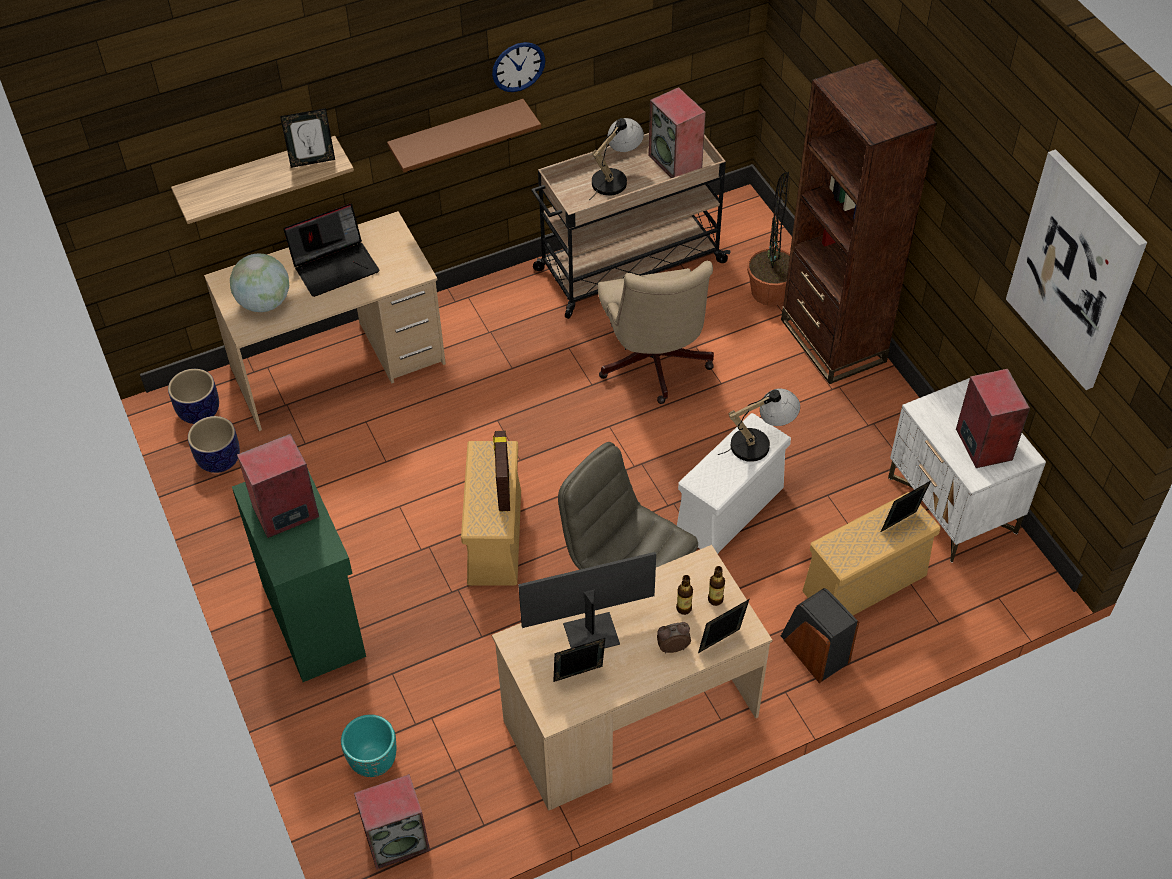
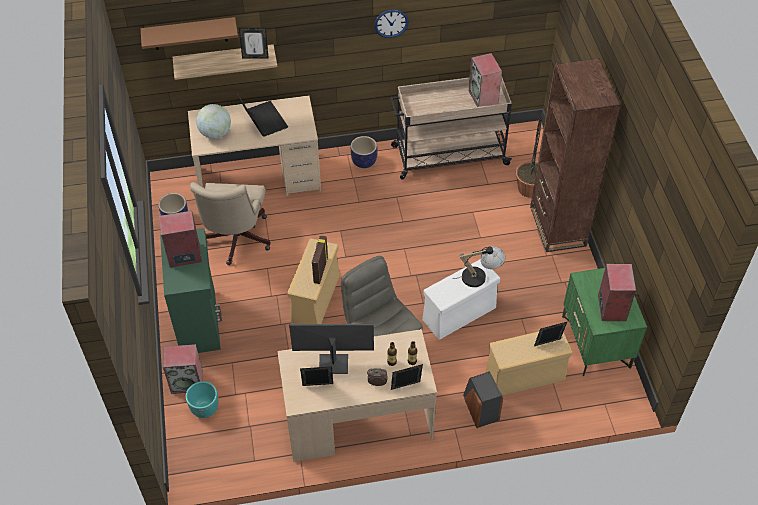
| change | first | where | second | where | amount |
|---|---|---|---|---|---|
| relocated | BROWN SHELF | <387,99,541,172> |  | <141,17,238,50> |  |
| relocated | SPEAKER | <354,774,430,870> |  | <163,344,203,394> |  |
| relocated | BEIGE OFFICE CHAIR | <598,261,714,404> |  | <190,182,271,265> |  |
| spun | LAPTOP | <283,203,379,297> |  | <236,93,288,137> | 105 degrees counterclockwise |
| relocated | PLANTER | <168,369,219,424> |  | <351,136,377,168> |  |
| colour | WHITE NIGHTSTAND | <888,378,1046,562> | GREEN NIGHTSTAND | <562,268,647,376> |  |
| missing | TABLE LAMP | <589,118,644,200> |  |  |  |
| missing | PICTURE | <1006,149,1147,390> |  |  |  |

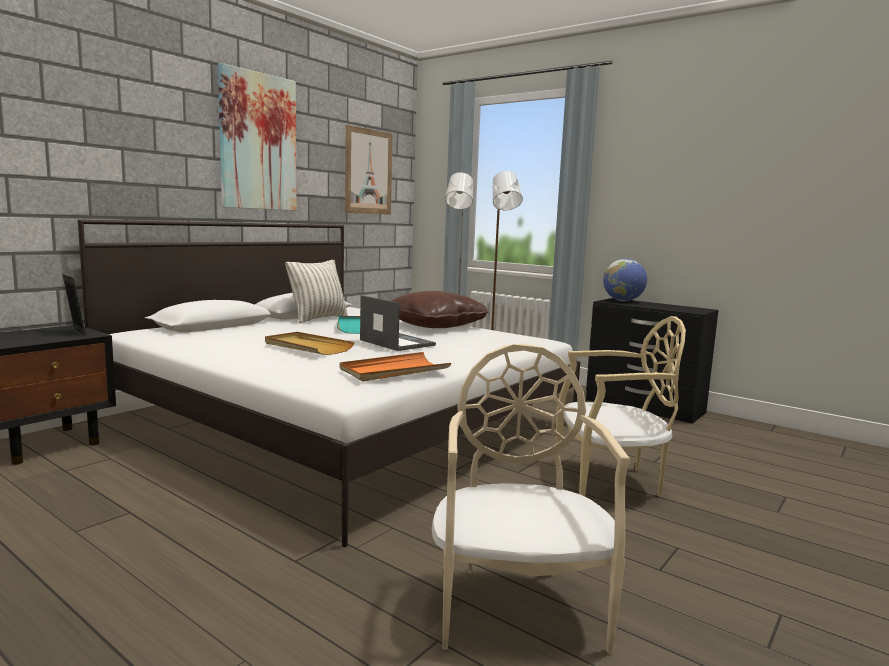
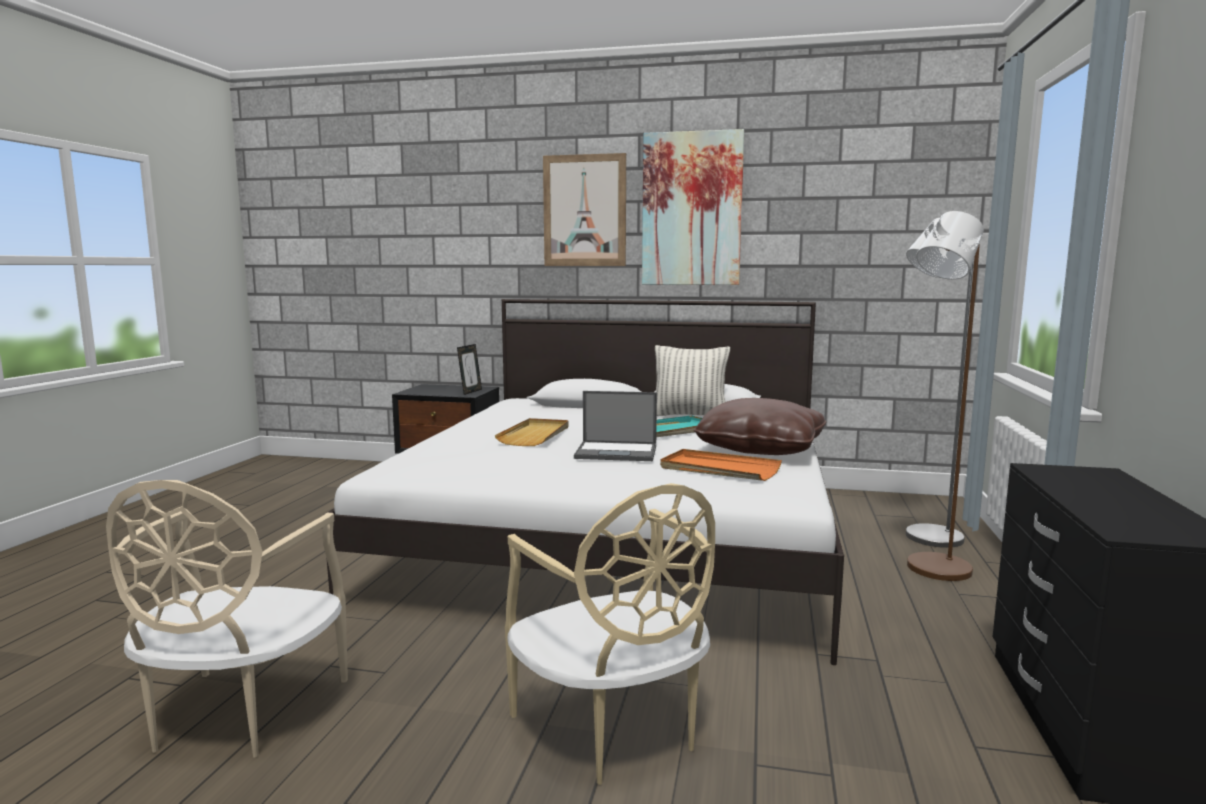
| change | first | where | second | where | amount |
|---|---|---|---|---|---|
| spun | BEIGE CHAIR | <432,343,630,654> |  | <106,480,348,758> | 120 degrees clockwise |
| relocated | PICTURE | <345,125,393,215> |  | <543,153,626,266> |  |
| spun | LAPTOP | <360,295,436,351> |  | <574,391,657,461> | 75 degrees clockwise |
| relocated | ORANGE TRAY | <340,352,451,382> |  | <660,449,782,481> |  |
| missing | GLOBE | <603,259,647,301> |  |  |  |

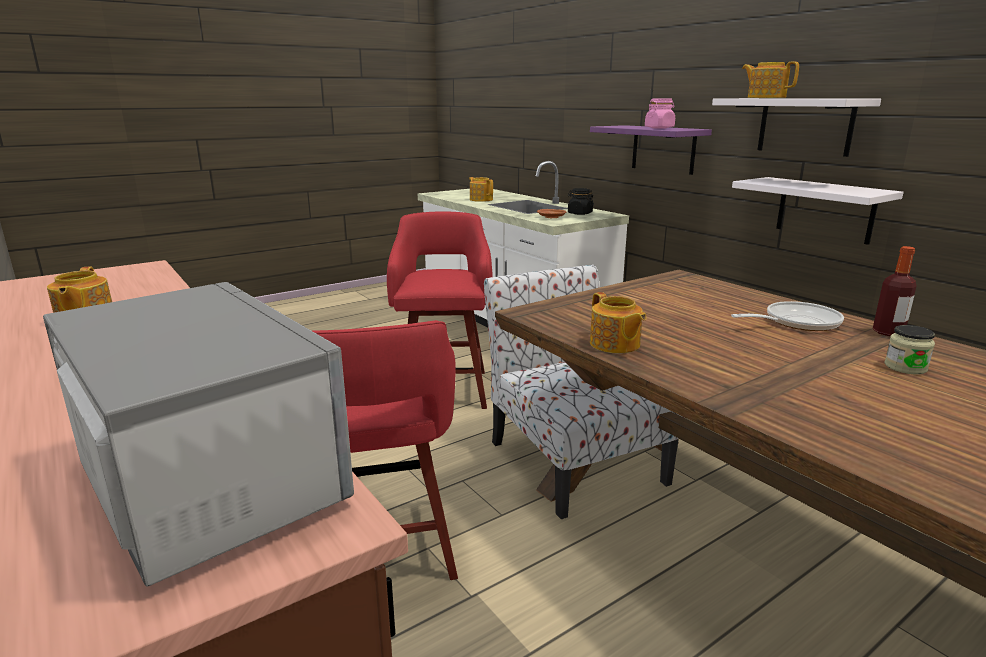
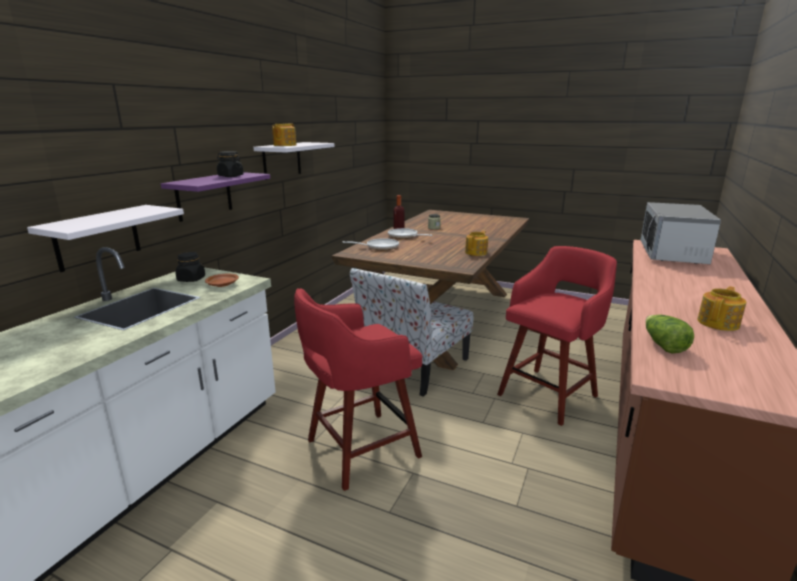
| change | first | where | second | where | amount |
|---|---|---|---|---|---|
| relocated | WHITE SHELF | <732,177,904,245> |  | <27,205,184,272> |  |
| colour | PINK JAR | <645,98,675,129> | BLACK JAR | <217,151,244,177> |  |
| appeared |  |  | FRYING PAN | <343,238,399,250> |  |
| appeared |  |  | LETTUCE | <646,315,694,353> |  |
| missing | TEAPOT | <469,177,493,202> |  |  |  |

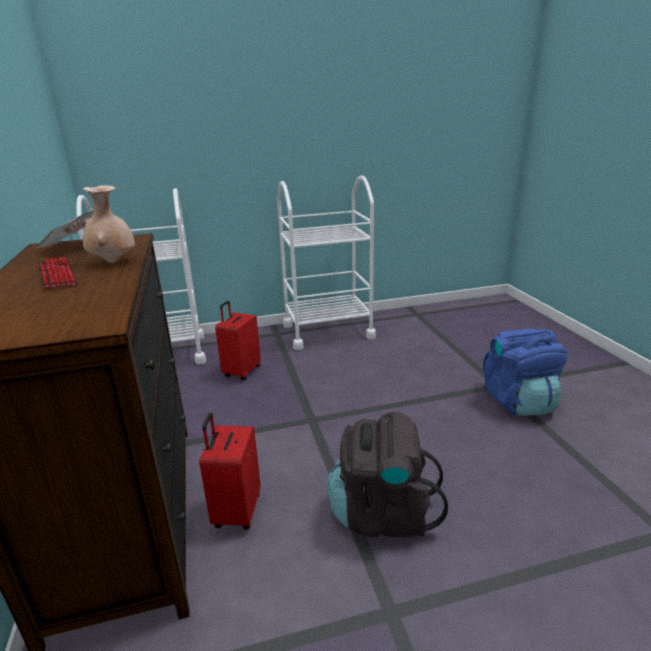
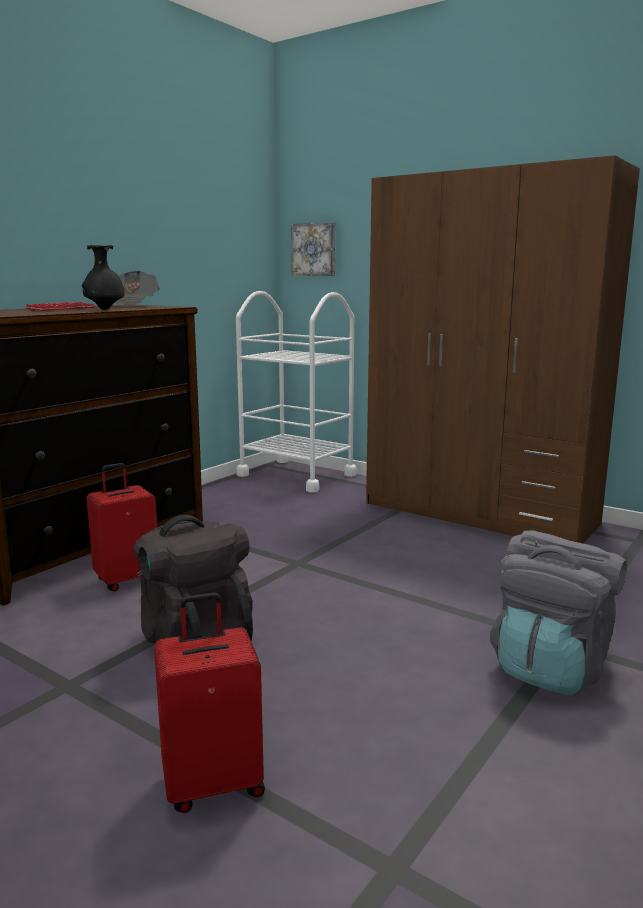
| change | first | where | second | where | amount |
|---|---|---|---|---|---|
| colour | BEIGE VASE | <83,185,135,263> | BLACK VASE | <82,245,125,310> |  |
| relocated | RED SUITCASE | <215,301,261,380> |  | <154,593,265,813> |  |
| appeared |  |  | PICTURE | <291,222,335,276> |  |
| exchanged | WHITE CART | <277,176,376,350> | BROWN WARDROBE | <366,155,640,543> |  |
| colour | BLUE BACKPACK | <483,329,567,415> | GREY BACKPACK | <490,530,627,696> |  |

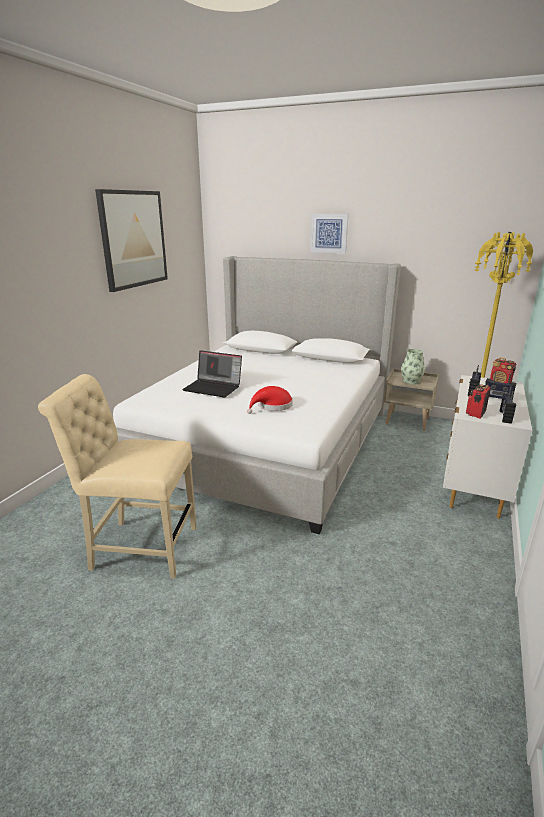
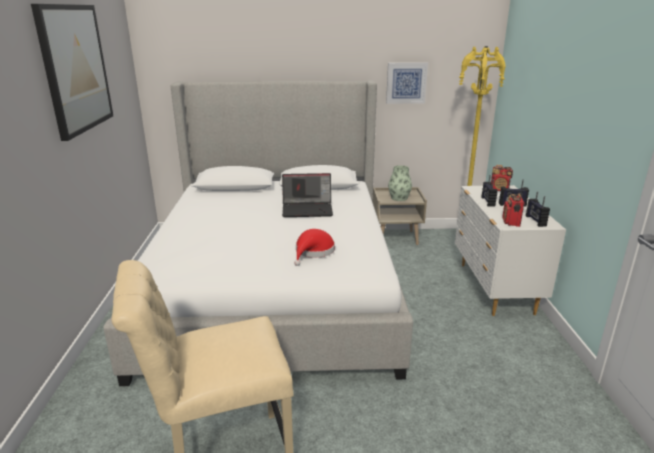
| change | first | where | second | where | amount |
|---|---|---|---|---|---|
| relocated | LAPTOP | <182,350,242,397> |  | <282,173,333,217> |  |
| relocated | PICTURE | <310,213,348,254> |  | <386,63,428,104> |  |

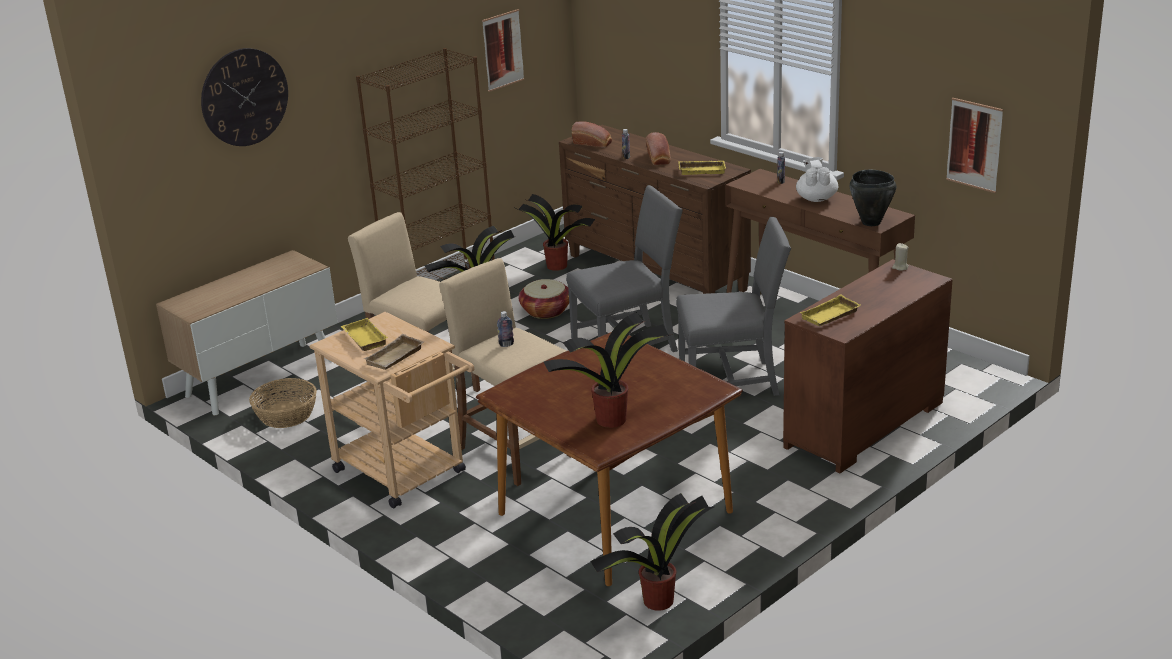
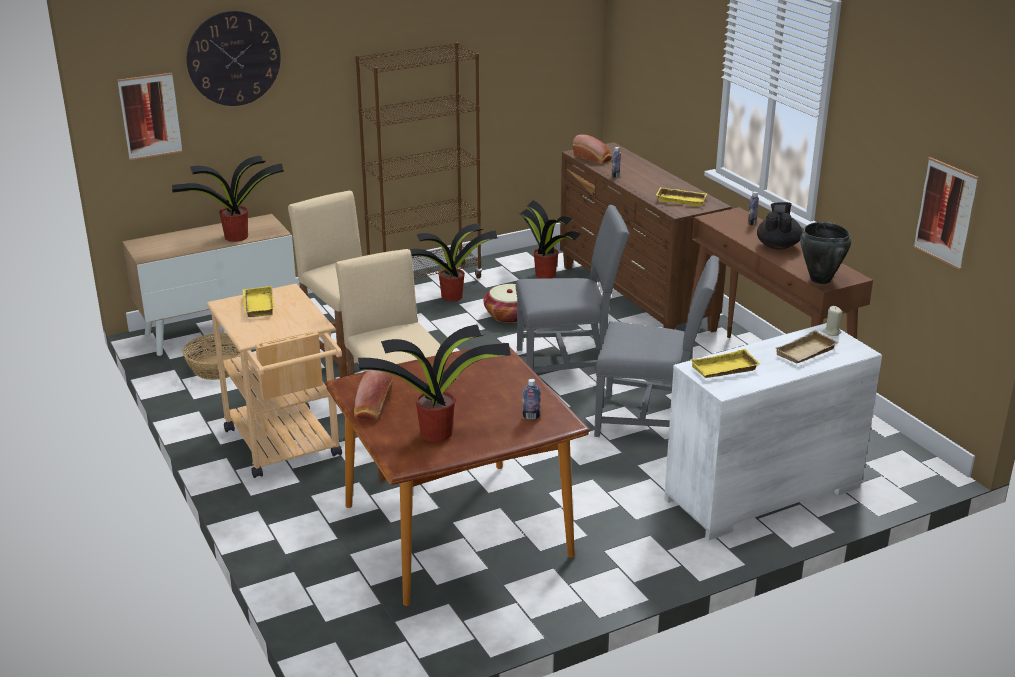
| change | first | where | second | where | amount |
|---|---|---|---|---|---|
| relocated | PICTURE | <482,9,524,92> |  | <117,73,183,160> |  |
| relocated | POTTED PLANT | <590,493,714,611> |  | <172,156,284,242> |  |
| relocated | BREAD | <646,132,671,165> |  | <354,370,393,420> |  |
| relocated | BOTTLE | <497,311,514,347> |  | <522,379,541,420> |  |
| colour | BROWN DRESSER | <783,259,953,473> | WHITE DRESSER | <664,323,882,540> |  |
| colour | WHITE TEAPOT | <796,157,838,202> | BLACK TEAPOT | <757,202,802,249> |  |
| relocated | BEIGE TRAY | <364,334,424,370> |  | <775,330,839,364> |  |

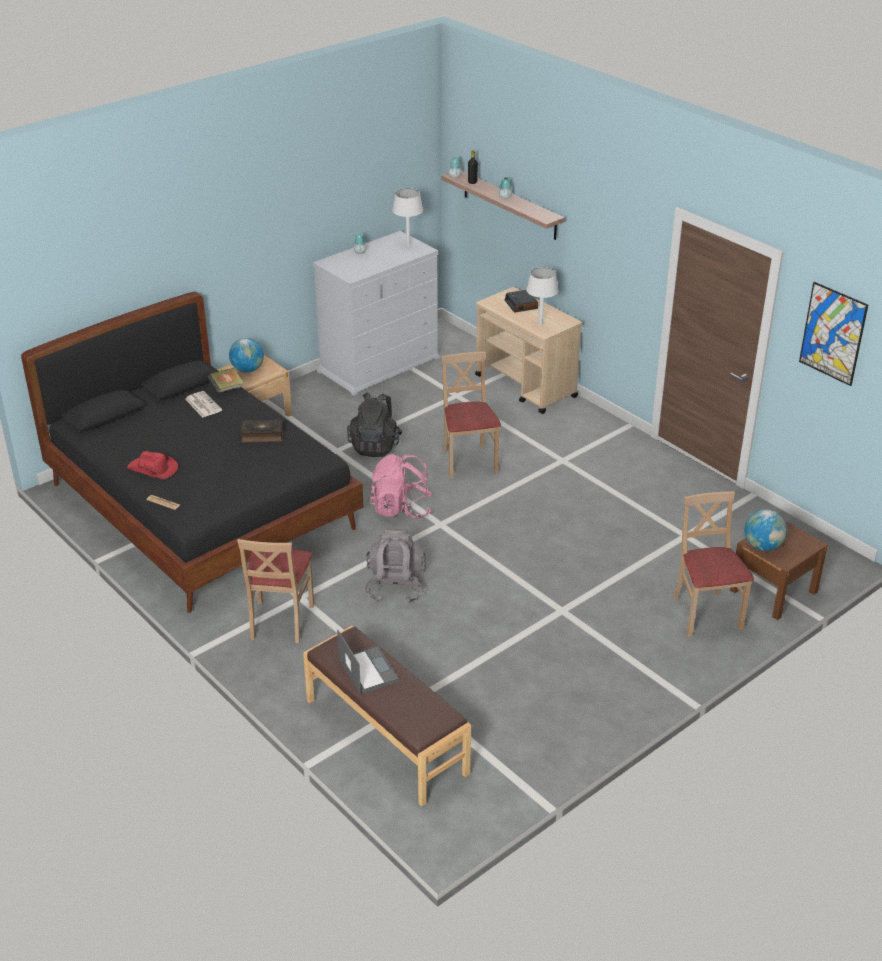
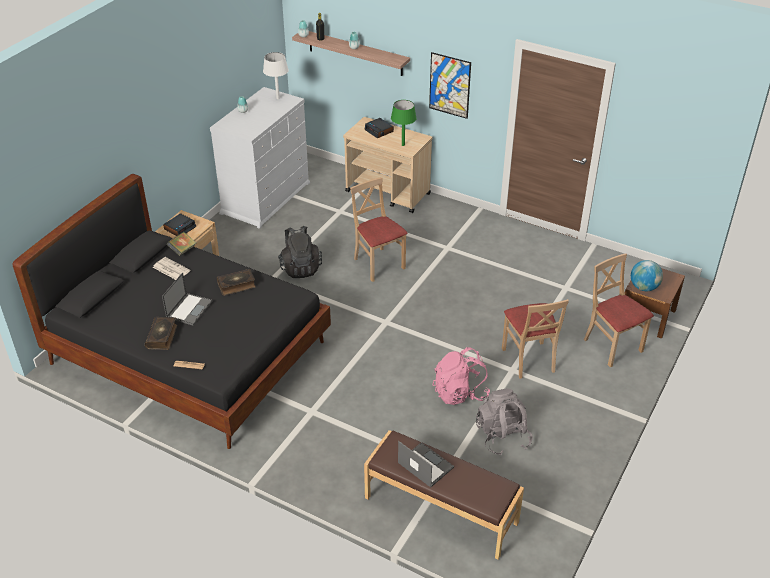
| change | first | where | second | where | amount |
|---|---|---|---|---|---|
| exchanged | RED HAT | <127,451,178,479> | BOOK | <145,317,177,350> |  |
| appeared |  |  | LAPTOP | <162,272,212,325> |  |
| exchanged | GLOBE | <229,338,264,373> | ALARM CLOCK | <163,213,196,236> |  |
| colour | WHITE TABLE LAMP | <526,267,559,326> | GREEN TABLE LAMP | <391,100,416,146> |  |
| relocated | PICTURE | <799,282,868,386> |  | <429,52,471,119> |  |
| relocated | PINK BACKPACK | <370,454,432,519> |  | <433,347,490,405> |  |
| relocated | GREY BACKPACK | <365,528,426,603> |  | <476,388,533,456> |  |
| relocated | BEIGE CHAIR | <237,539,314,643> |  | <502,299,569,379> |  |

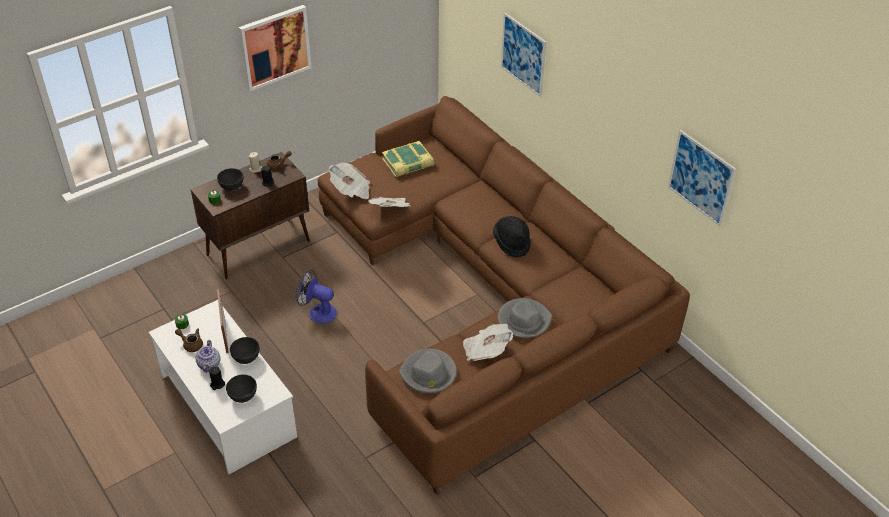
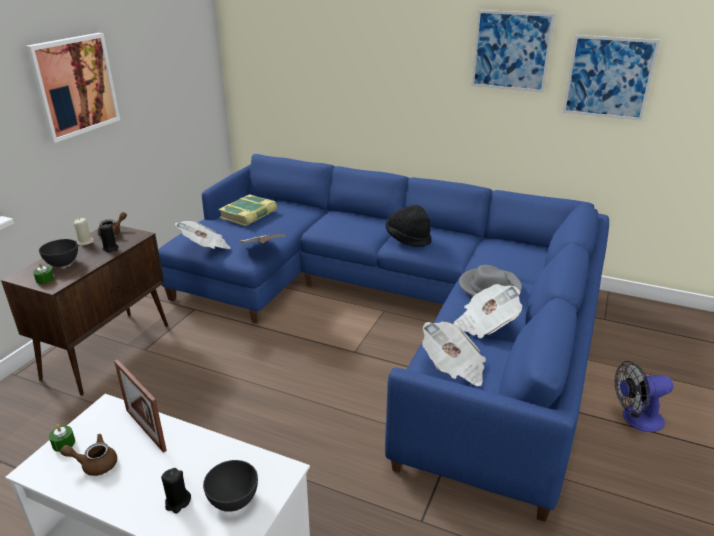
| change | first | where | second | where | amount |
|---|---|---|---|---|---|
| colour | BROWN SOFA | <318,96,690,495> | BLUE SOFA | <158,154,609,522> |  |
| exchanged | GREY HAT | <399,349,457,393> | NEWSPAPER | <422,322,486,386> |  |
| relocated | PICTURE | <501,13,546,97> |  | <471,10,555,93> |  |
| relocated | FAN | <296,270,337,324> |  | <615,361,673,432> |  |
| missing | TEAPOT | <195,340,220,373> |  |  |  |
| missing | GREY BOWL | <230,337,259,364> |  |  |  |

